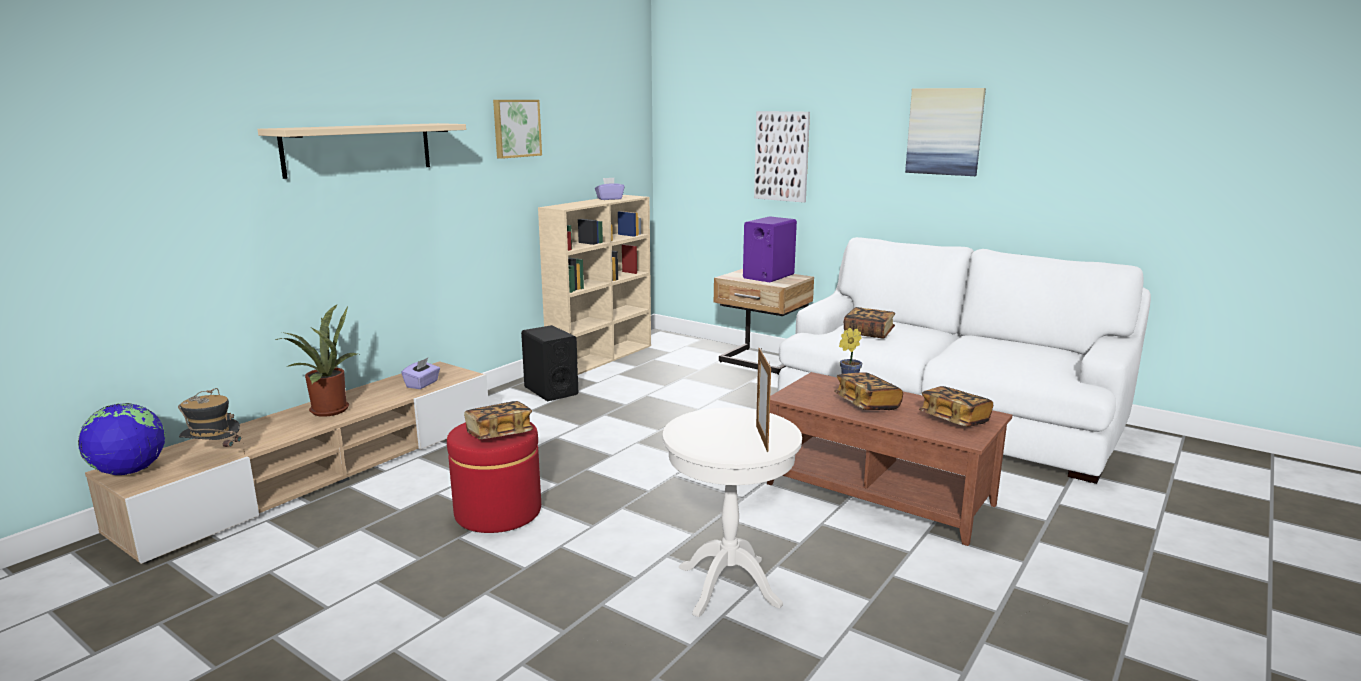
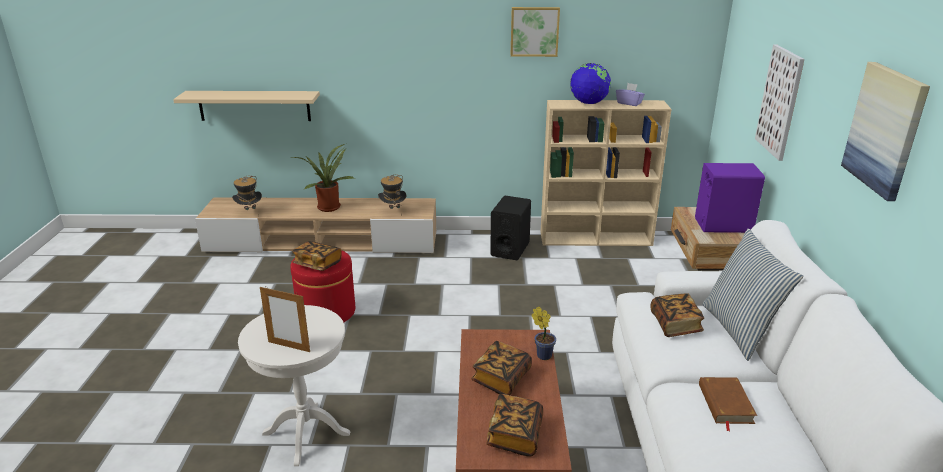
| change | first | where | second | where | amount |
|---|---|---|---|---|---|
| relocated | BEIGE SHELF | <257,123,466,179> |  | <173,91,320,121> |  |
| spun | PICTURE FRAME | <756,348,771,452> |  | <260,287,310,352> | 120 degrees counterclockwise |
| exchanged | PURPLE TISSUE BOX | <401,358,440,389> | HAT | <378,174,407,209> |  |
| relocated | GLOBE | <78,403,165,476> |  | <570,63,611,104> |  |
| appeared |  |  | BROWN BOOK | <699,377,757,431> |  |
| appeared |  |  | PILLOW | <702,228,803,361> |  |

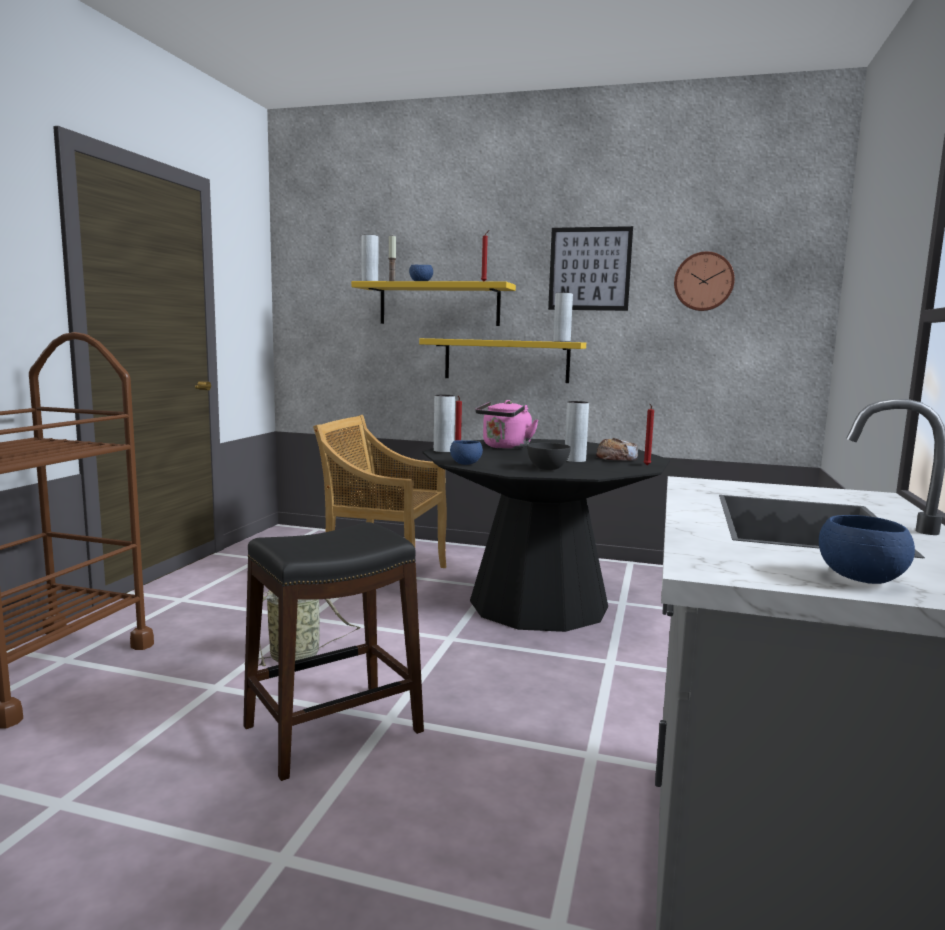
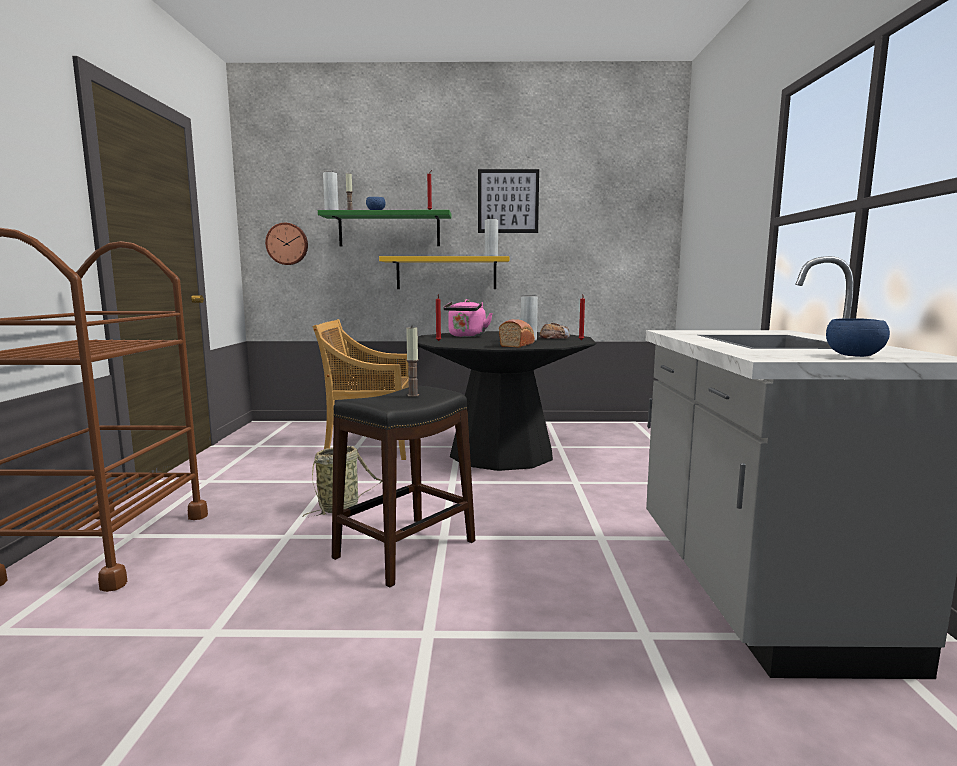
| change | first | where | second | where | amount |
|---|---|---|---|---|---|
| relocated | WALL CLOCK | <674,251,735,311> |  | <265,223,308,265> |  |
| colour | YELLOW SHELF | <351,281,516,326> | GREEN SHELF | <318,210,451,246> |  |
| appeared |  |  | CANDLE | <406,327,419,397> |  |
| exchanged | GREY BOWL | <527,443,571,470> | BREAD | <499,319,535,348> |  |
| missing | GREY VASE | <434,395,455,452> |  |  |  |
| missing | BLUE BOWL | <450,440,483,465> |  |  |  |

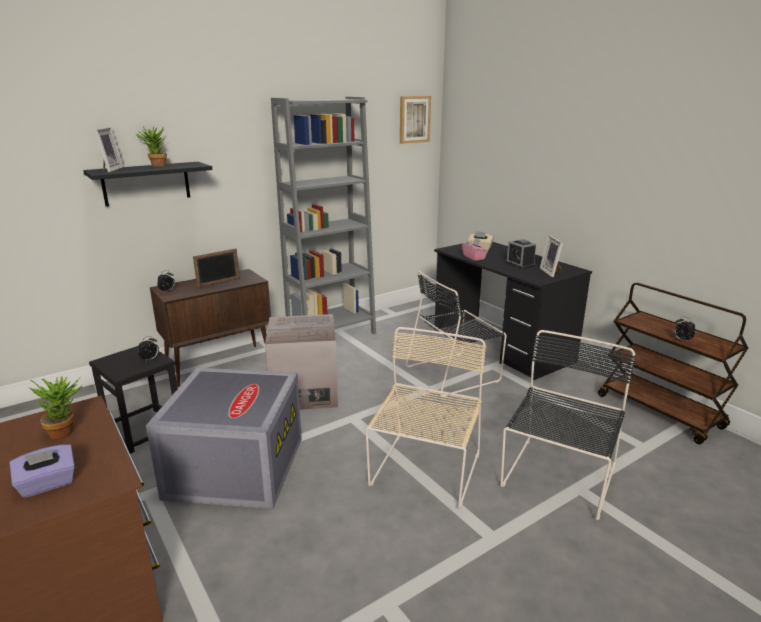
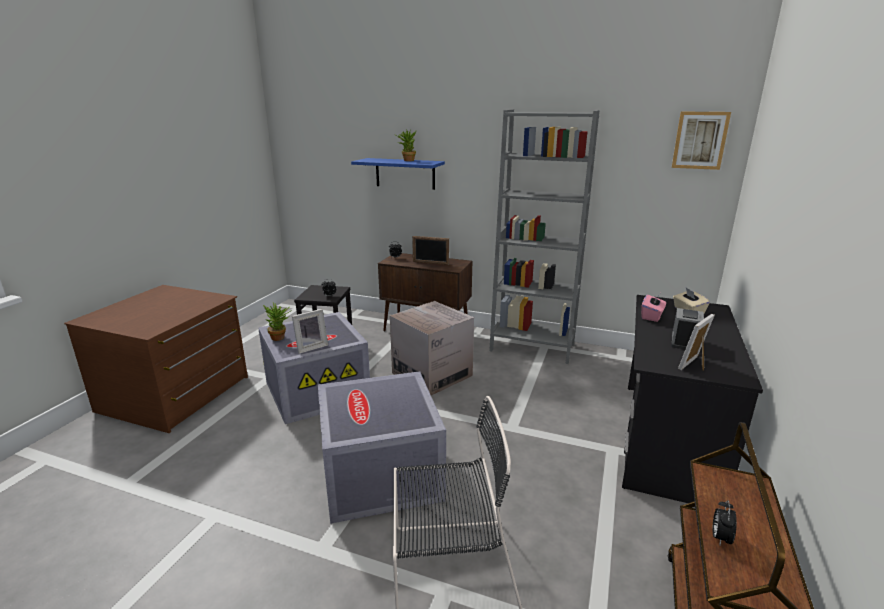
| change | first | where | second | where | amount |
|---|---|---|---|---|---|
| relocated | POTTED PLANT | <29,376,83,439> |  | <263,302,292,341> |  |
| relocated | PICTURE FRAME | <94,127,123,172> |  | <292,309,328,354> |  |
| exchanged | BEIGE CHAIR | <365,327,486,509> | GREY STORAGE BOX | <318,371,446,524> |  |
| colour | BLACK SHELF | <83,162,213,206> | BLUE SHELF | <351,158,445,190> |  |
| missing | PURPLE TISSUE BOX | <9,444,75,498> |  |  |  |
| missing | BLACK CHAIR | <405,271,506,397> |  |  |  |

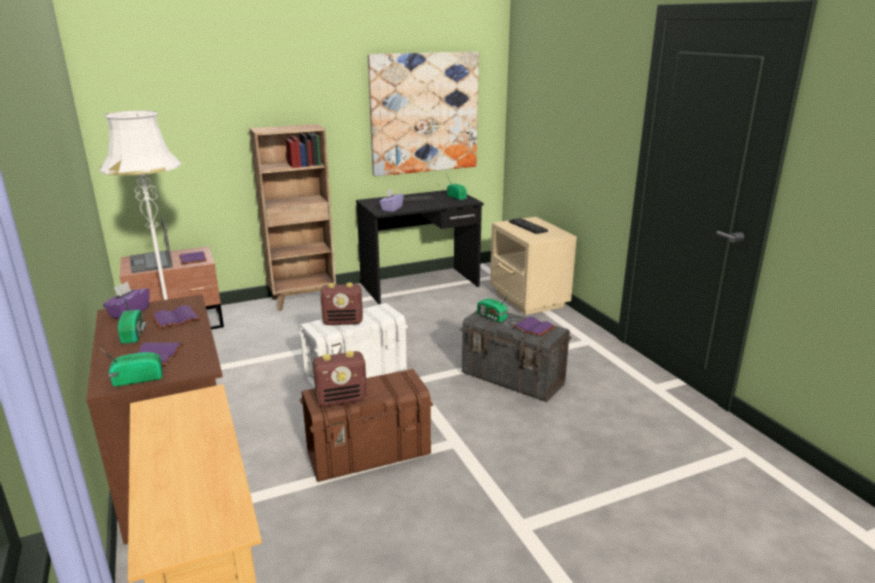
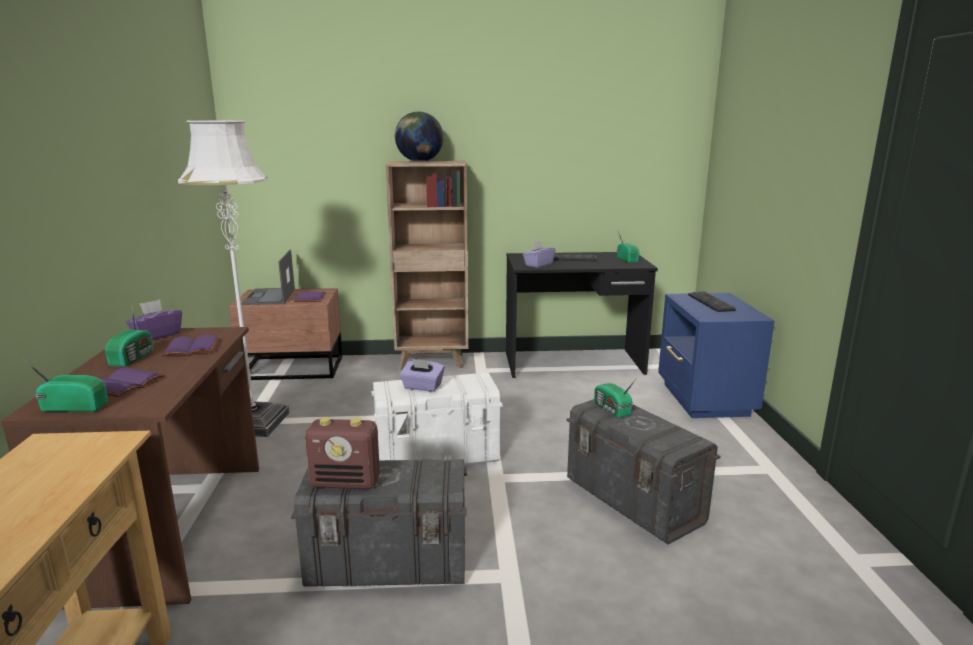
| change | first | where | second | where | amount |
|---|---|---|---|---|---|
| colour | BROWN STORAGE BOX | <300,369,433,482> | GREY STORAGE BOX | <291,459,467,587> |  |
| appeared |  |  | GLOBE | <395,112,444,162> |  |
| exchanged | RADIO | <320,283,363,325> | PURPLE TISSUE BOX | <400,359,445,392> |  |
| colour | BEIGE NIGHTSTAND | <490,217,577,315> | BLUE NIGHTSTAND | <658,293,775,418> |  |
| missing | PICTURE | <368,52,479,176> |  |  |  |
| missing | PURPLE BOOK | <512,317,555,337> |  |  |  |

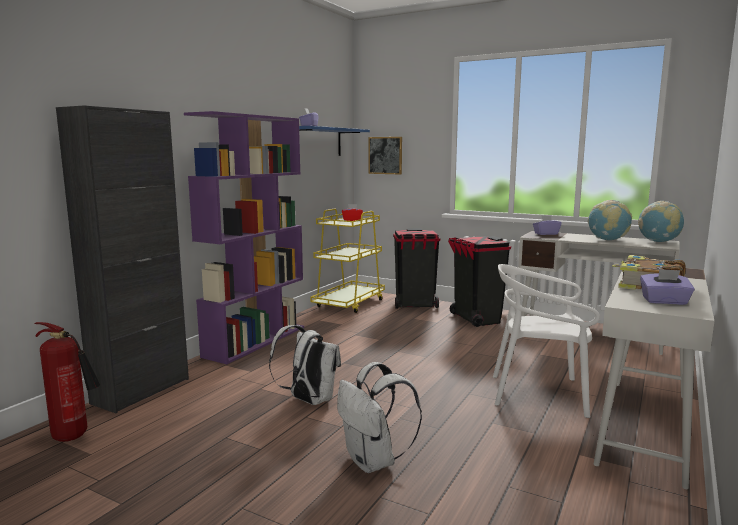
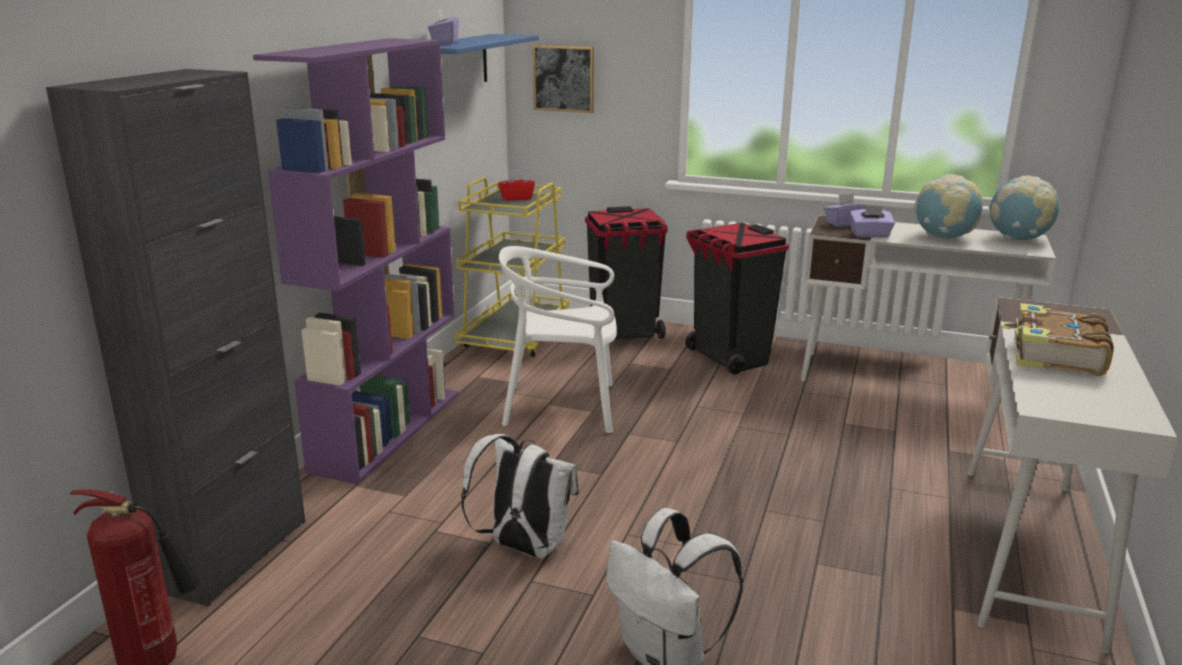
| change | first | where | second | where | amount |
|---|---|---|---|---|---|
| relocated | WHITE CHAIR | <493,264,600,418> |  | <499,246,617,433> |  |
| relocated | PURPLE TISSUE BOX | <640,269,695,305> |  | <849,205,895,238> |  |

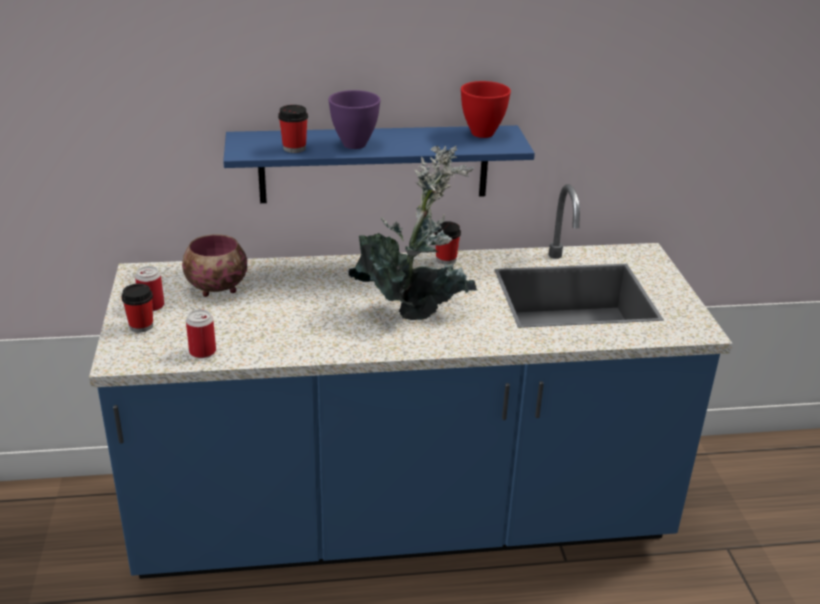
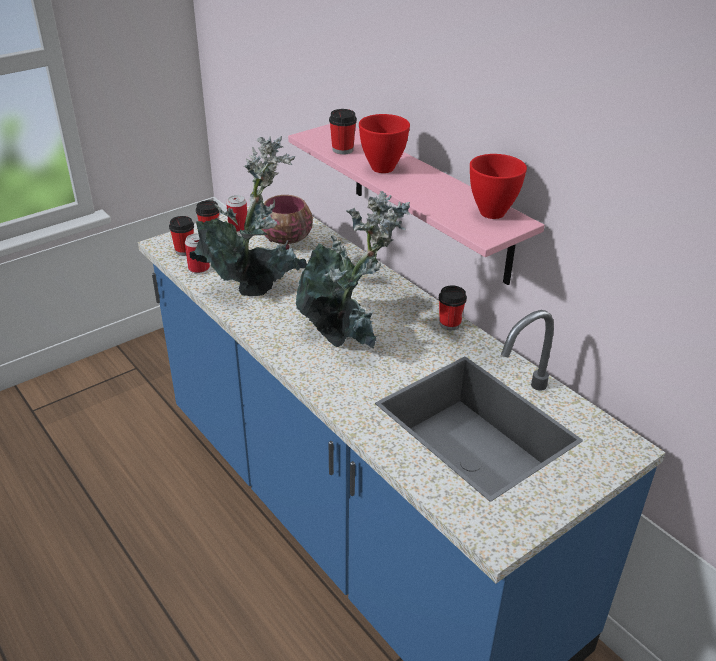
| change | first | where | second | where | amount |
|---|---|---|---|---|---|
| appeared |  |  | CUP | <169,216,194,256> |  |
| appeared |  |  | POTTED PLANT | <189,136,307,296> |  |
| colour | BLUE SHELF | <223,125,535,203> | PINK SHELF | <288,124,545,285> |  |
| colour | PURPLE BOWL | <328,90,381,149> | RED BOWL | <359,114,410,173> |  |

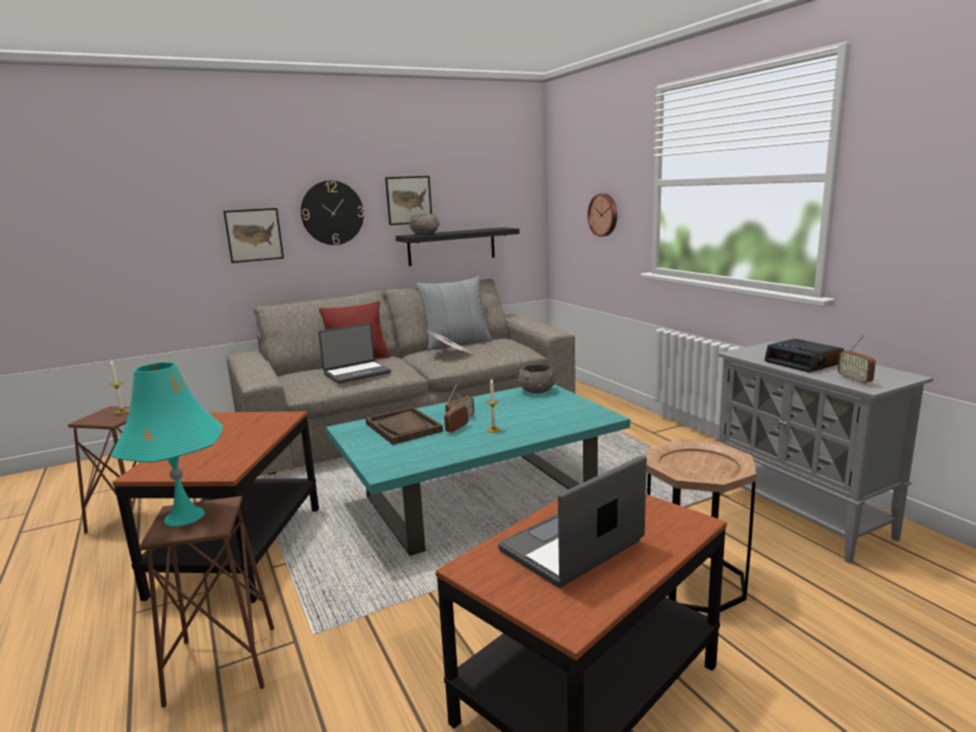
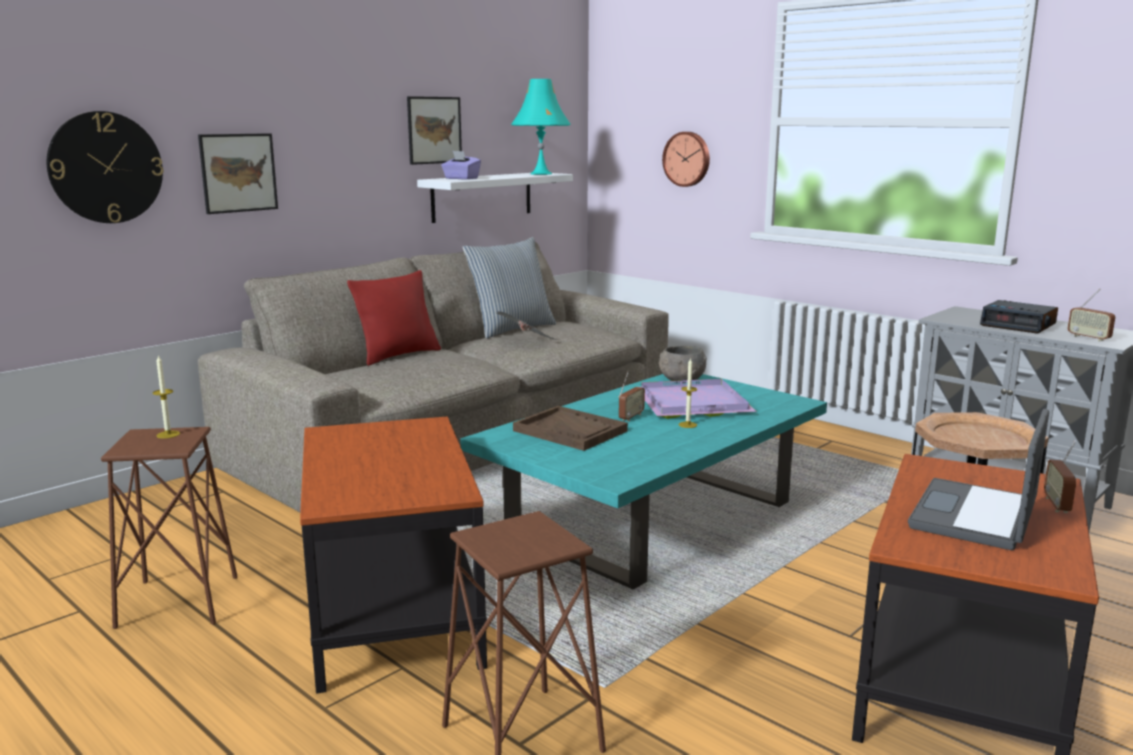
| change | first | where | second | where | amount |
|---|---|---|---|---|---|
| relocated | WALL CLOCK | <301,181,364,245> |  | <47,111,164,223> |  |
| colour | BLACK SHELF | <396,227,520,266> | WHITE SHELF | <417,173,573,223> |  |
| exchanged | GREY BOWL | <409,214,440,235> | PURPLE TISSUE BOX | <441,151,481,180> |  |
| relocated | TURQUOISE TABLE LAMP | <111,362,223,527> |  | <511,79,571,175> |  |
| appeared |  |  | PURPLE TRAY | <641,379,757,419> |  |
| relocated | RADIO | <444,394,468,434> |  | <1044,440,1076,513> |  |
| missing | LAPTOP | <318,323,391,384> |  |  |  |

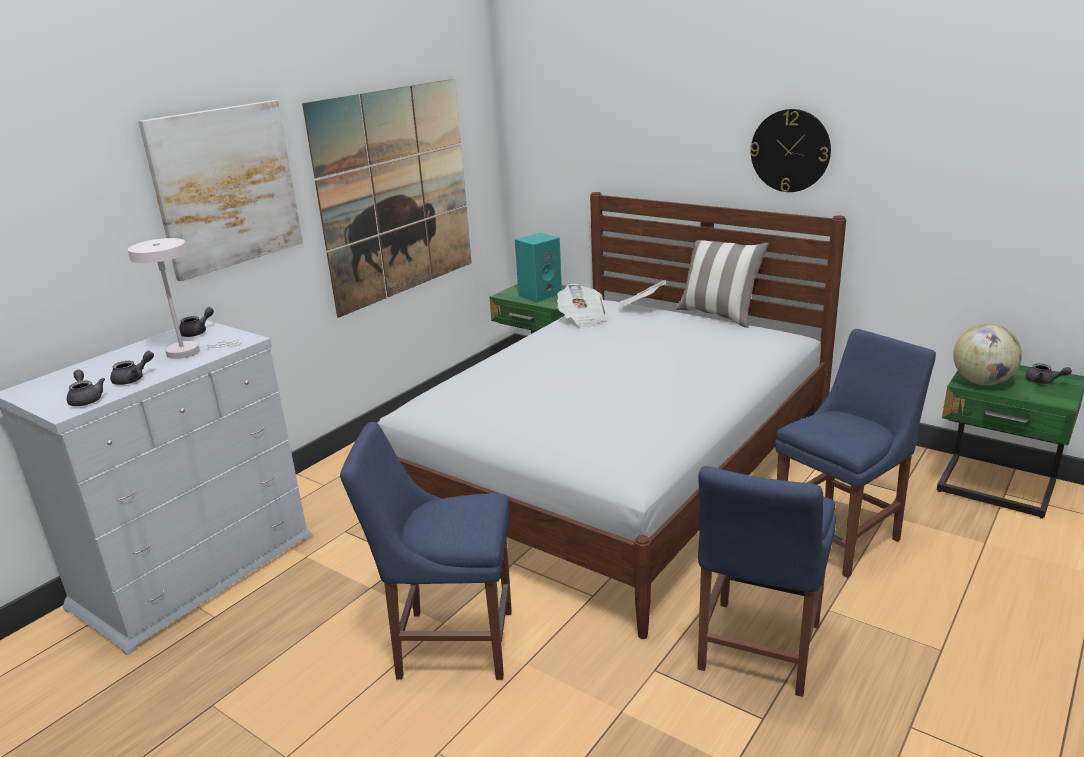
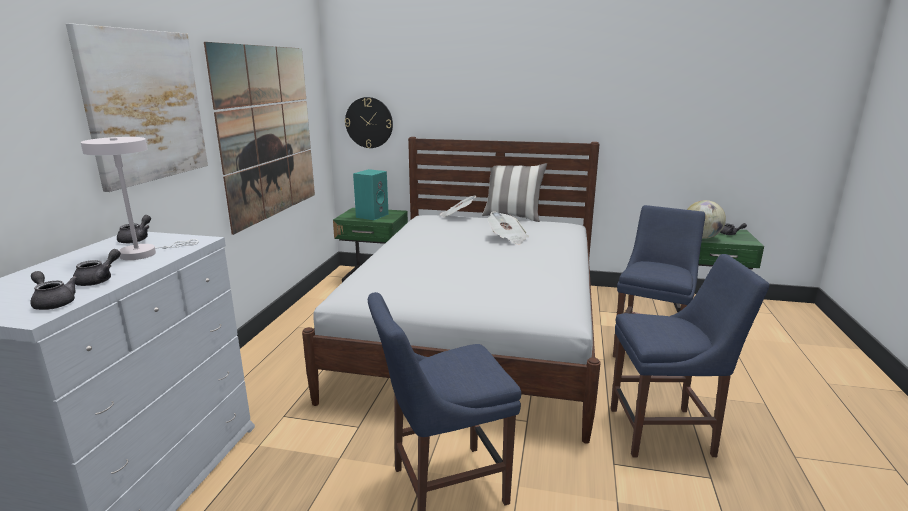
| change | first | where | second | where | amount |
|---|---|---|---|---|---|
| relocated | WALL CLOCK | <750,109,831,192> |  | <345,97,393,148> |  |
| relocated | NEWSPAPER | <557,284,607,329> |  | <487,212,529,245> |  |
| spun | BLUE CHAIR | <698,466,836,697> |  | <611,254,769,457> | 90 degrees counterclockwise |

